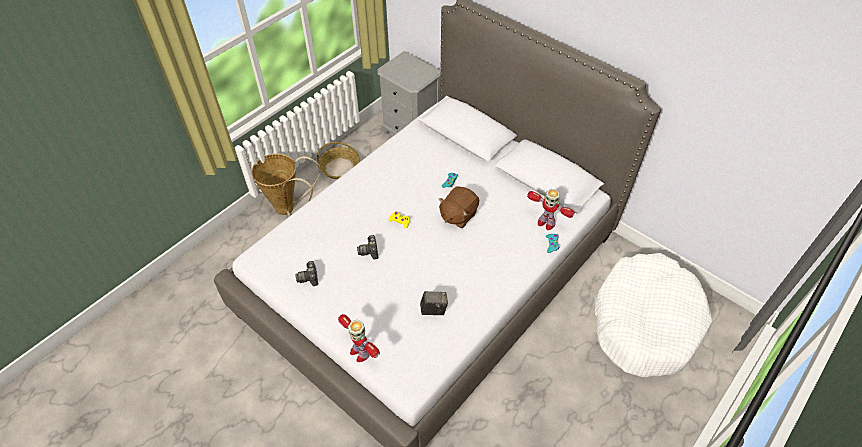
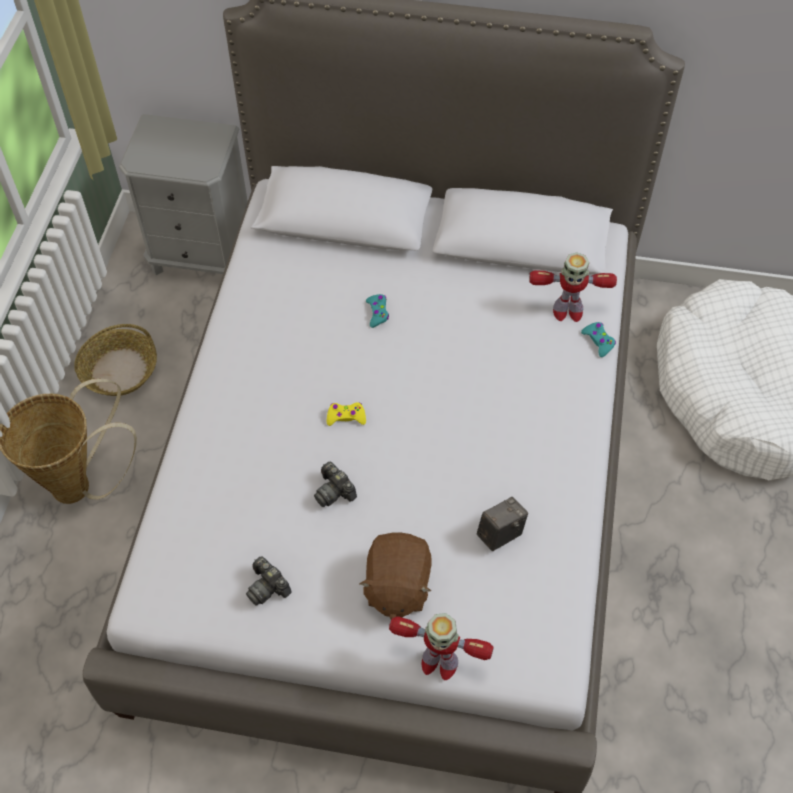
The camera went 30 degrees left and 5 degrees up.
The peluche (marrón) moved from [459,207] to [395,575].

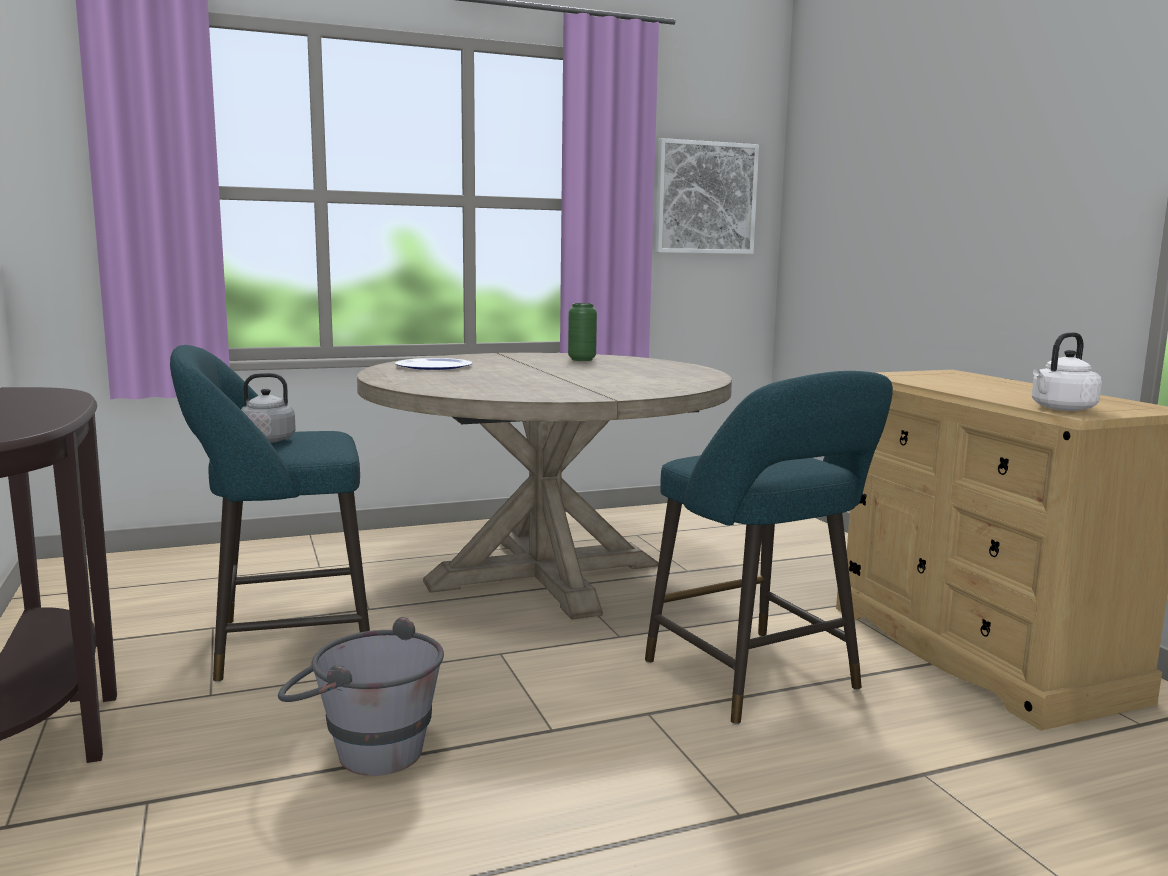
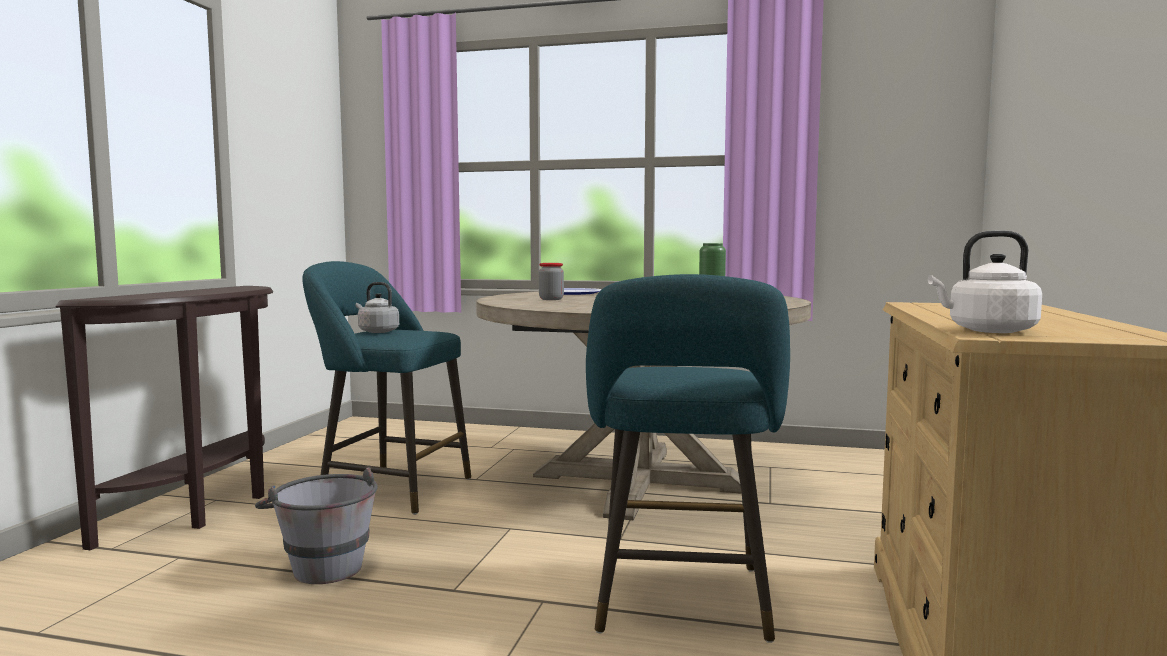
The camera went 35 degrees right and 5 degrees down.
The cuadro at [707,196] disappeared.
The tarro at [551,281] appeared.

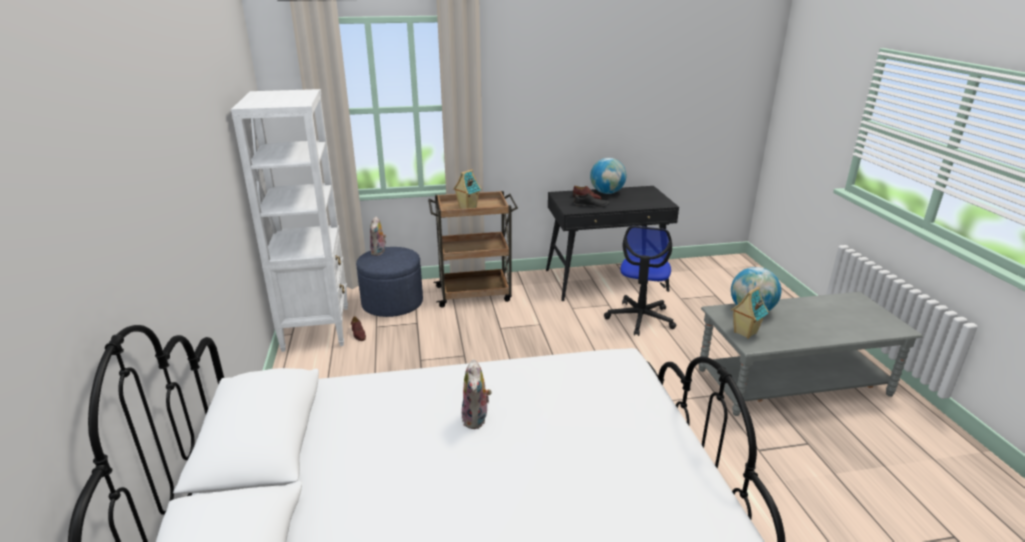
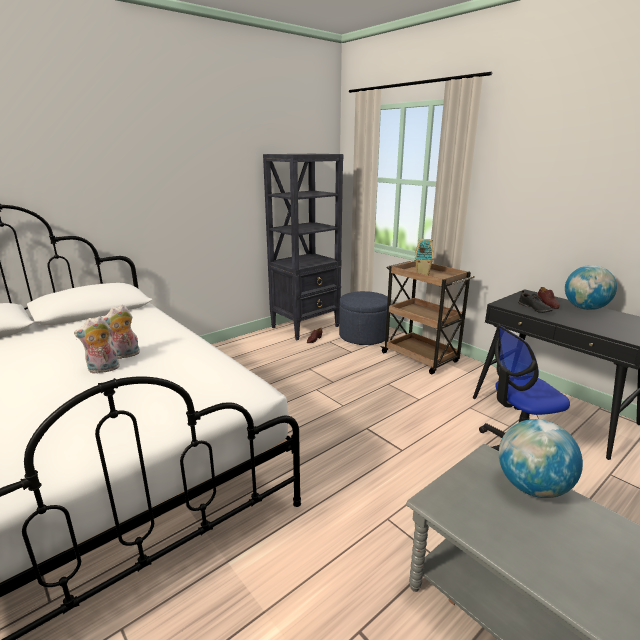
The camera went 60 degrees right and 5 degrees down.
The casita at [750,312] disappeared.
The peluche moved from [378,236] to [97,345].
The estantería (blanco) at [289,220] became the estantería (negro) at [303,247].

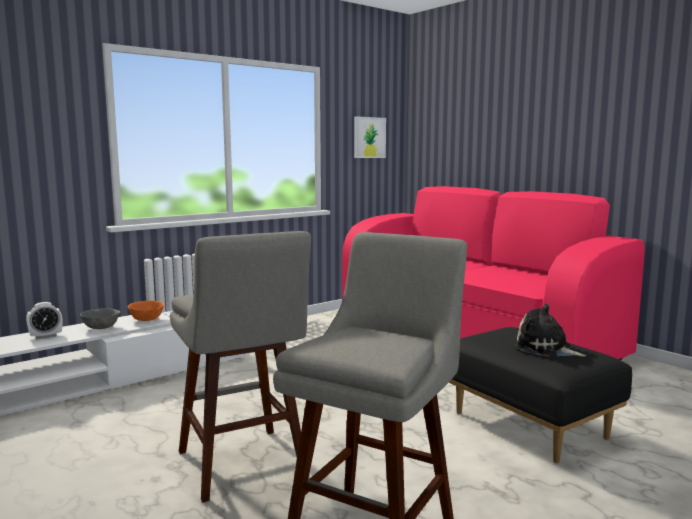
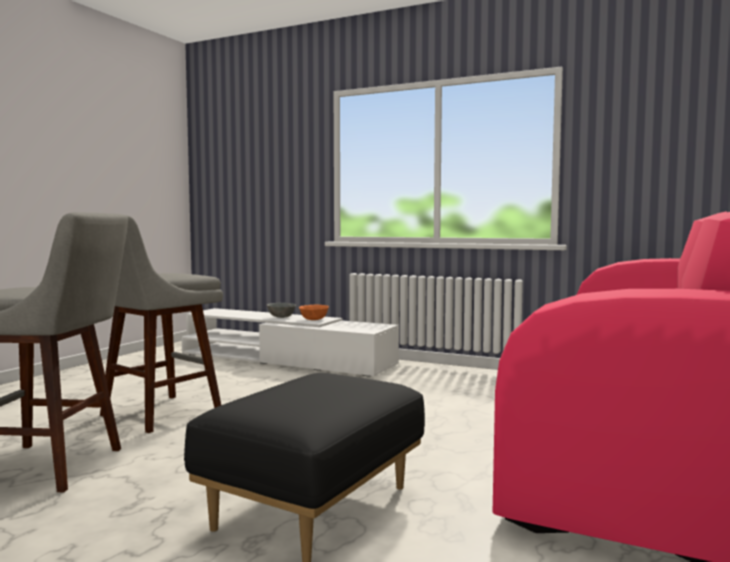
The camera went 65 degrees right and 5 degrees down.
The despertador at [44,320] disappeared.
The cuadro at [370,137] disappeared.
The peluche at [550,330] disappeared.

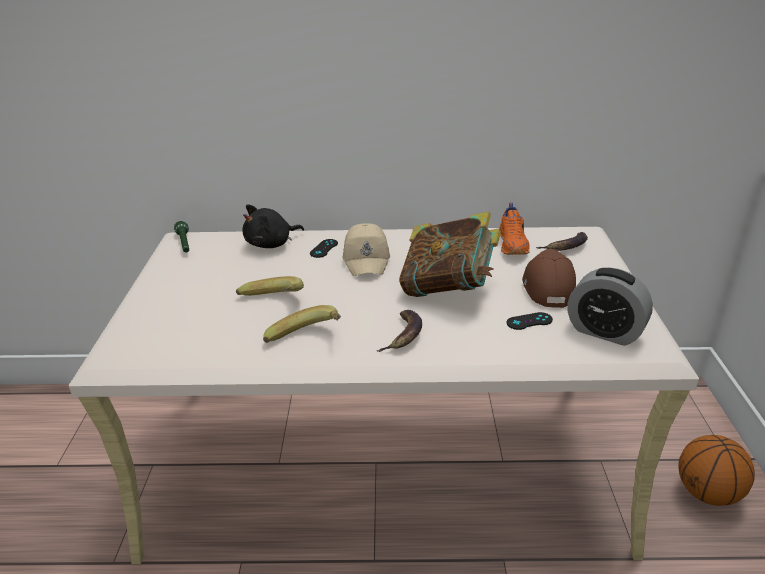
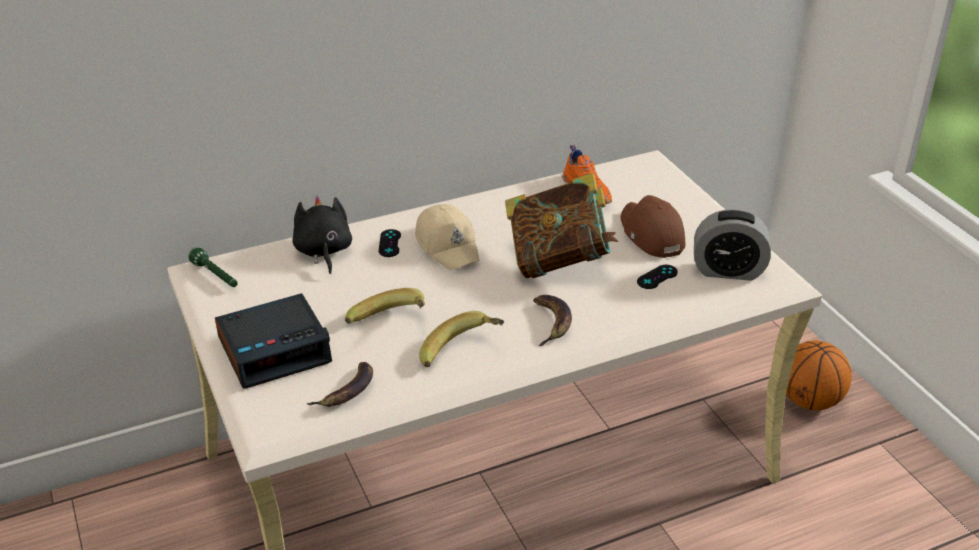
The camera went 25 degrees left and 5 degrees up.
The despertador at [273,341] appeared.
The plátano moved from [562,241] to [339,384].
The peluche (negro) at [273,226] turned 135 degrees clockwise.

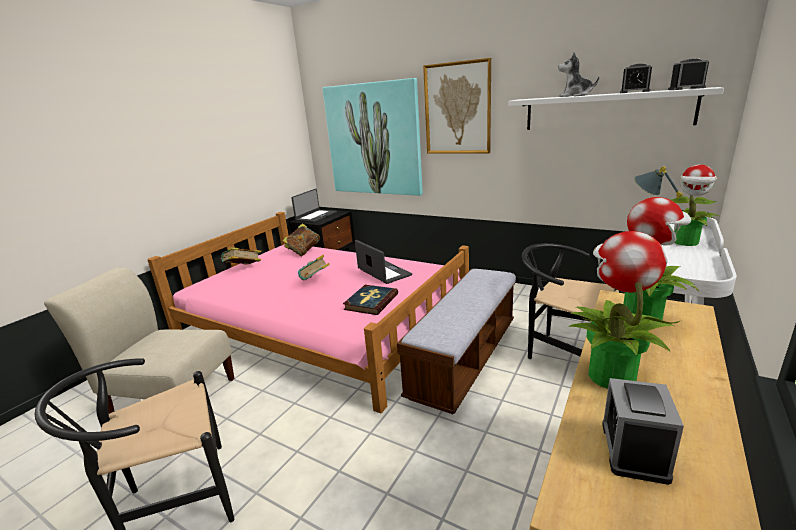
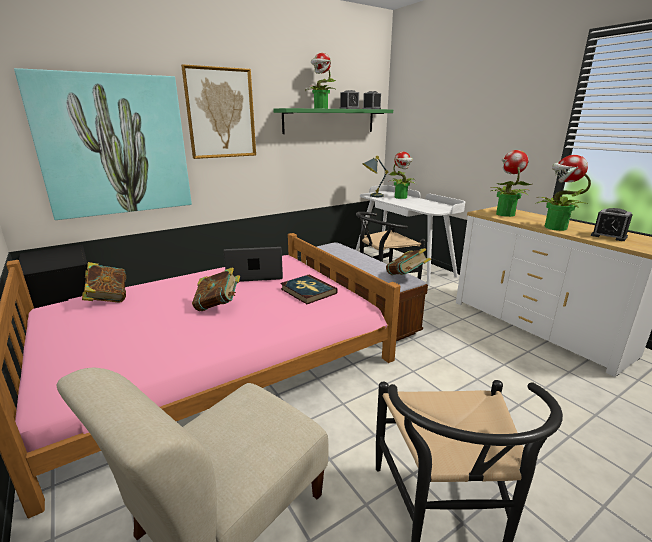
The camera went 65 degrees left and 0 degrees up.
The portátil at [314,206] disappeared.
The libro moved from [240,256] to [408,261].
The peluche at [578,74] was replaced by the planta en maceta at [321,81].
The estante (blanco) at [616,108] became the estante (verde) at [333,121].

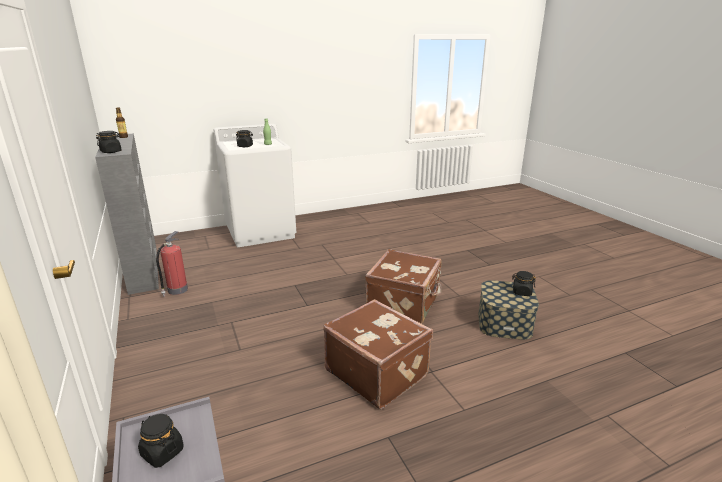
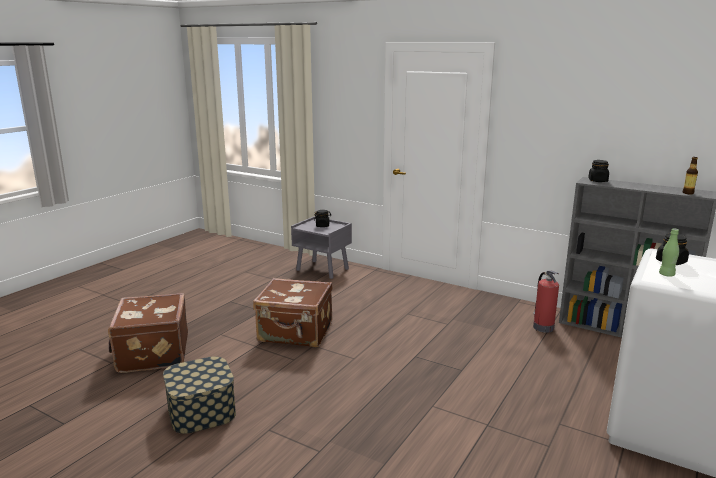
The camera went 145 degrees right and 5 degrees down.
The tarro (negro) at [524,283] disappeared.
The maleta (marrón) moved from [403,286] to [148,333].

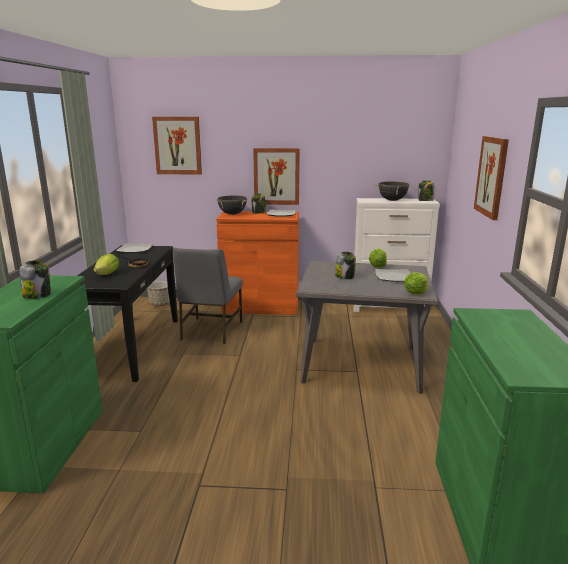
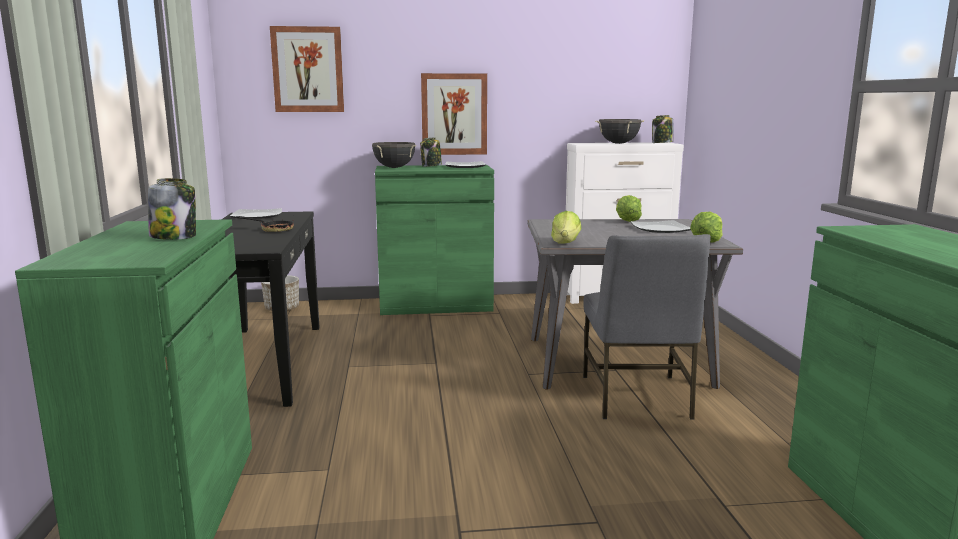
The camera went 10 degrees left and 5 degrees down.
The tarro at [345,265] disappeared.
The cuadro at [491,178] disappeared.
The lechuga moved from [106,264] to [566,227].
The silla (gris) moved from [208,296] to [647,327].
The armario (naranja) at [257,263] became the armario (verde) at [434,240].

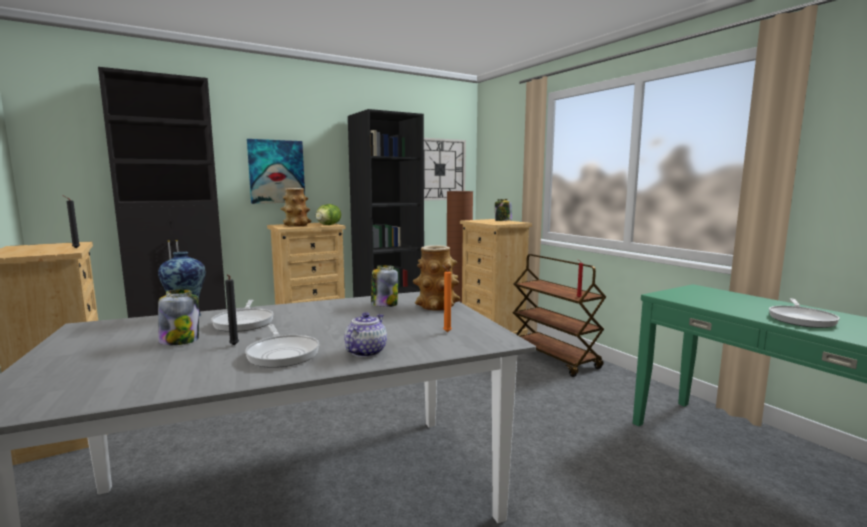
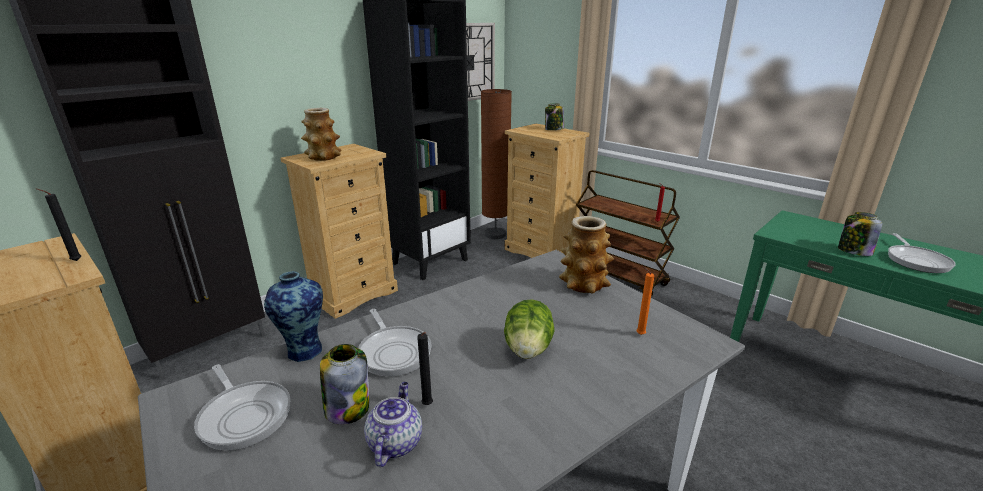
The camera went 15 degrees left and 15 degrees up.
The cuadro at [276,171] disappeared.
The sartén moved from [282,346] to [242,407].
The lechuga moved from [328,214] to [529,329].
The tetera moved from [365,334] to [393,424].
The tarro moved from [384,286] to [860,234].

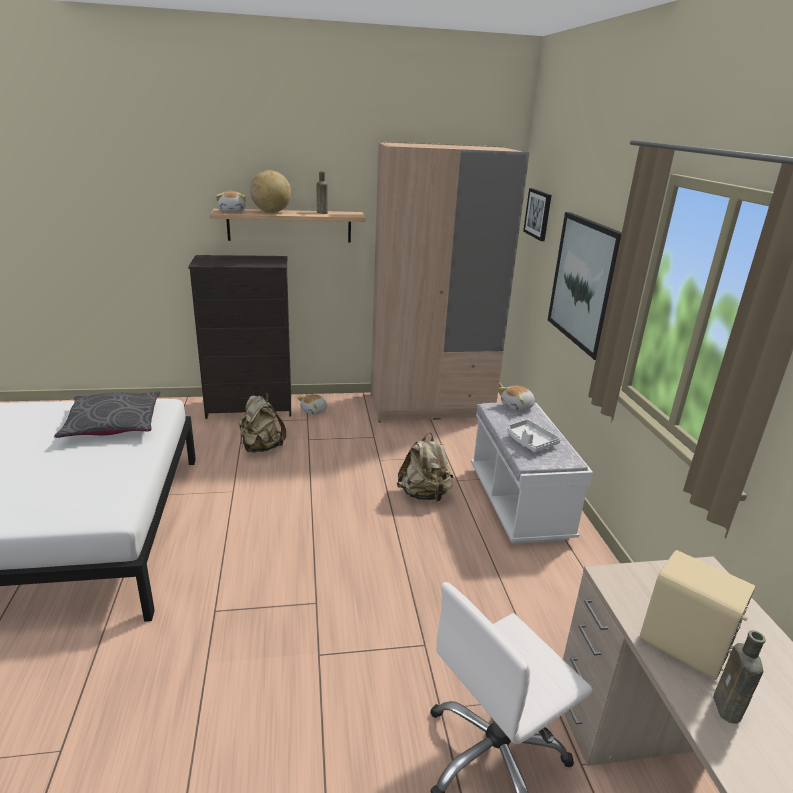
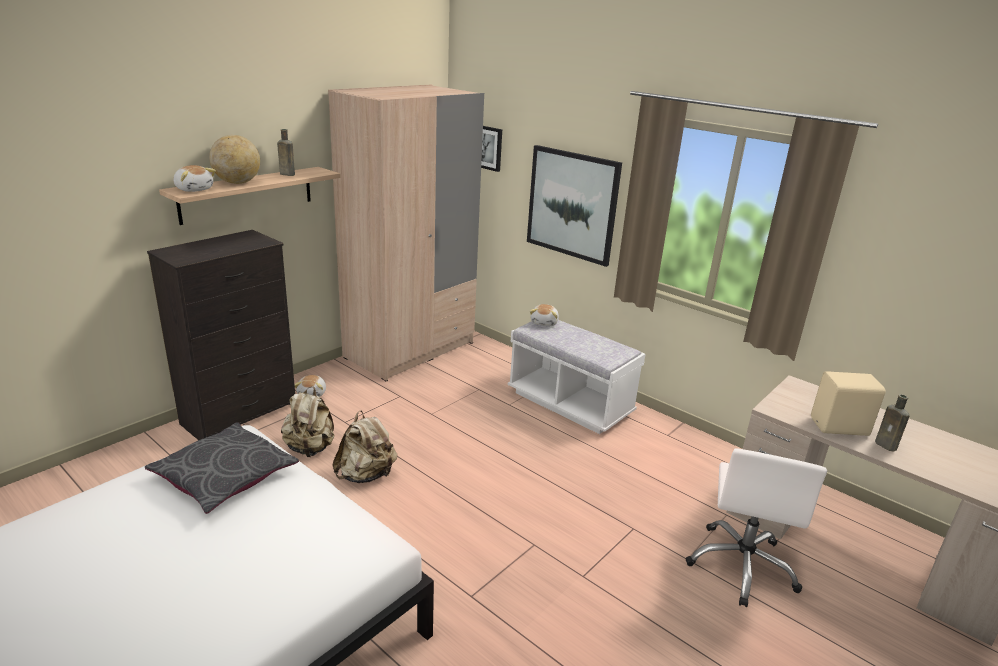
The camera went 40 degrees left and 0 degrees up.
The bandeja (blanco) at [534,435] disappeared.
The mochila (beis) moved from [425,467] to [364,446].

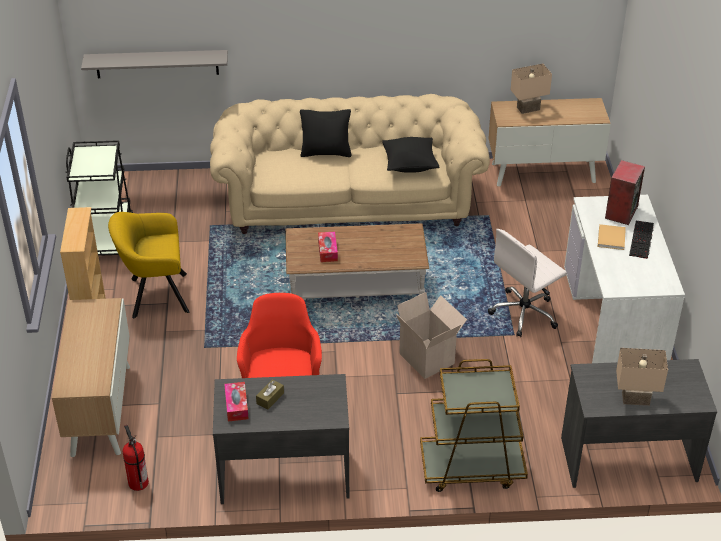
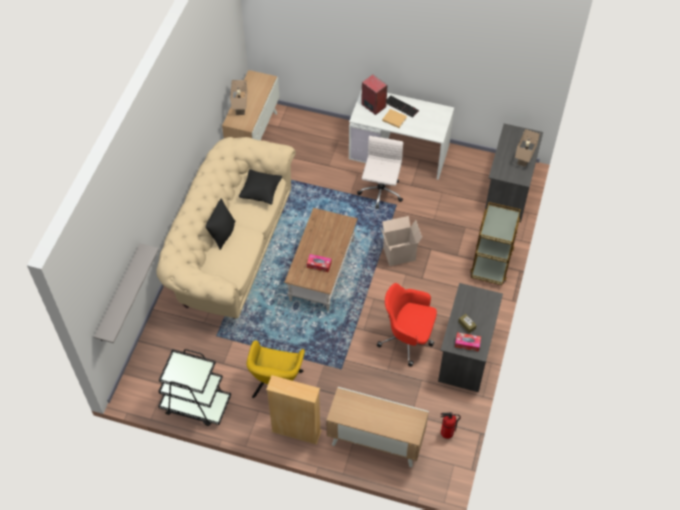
The camera went 70 degrees left and 15 degrees up.
The silla de oficina (blanco) at [527,283] turned 150 degrees counterclockwise.

